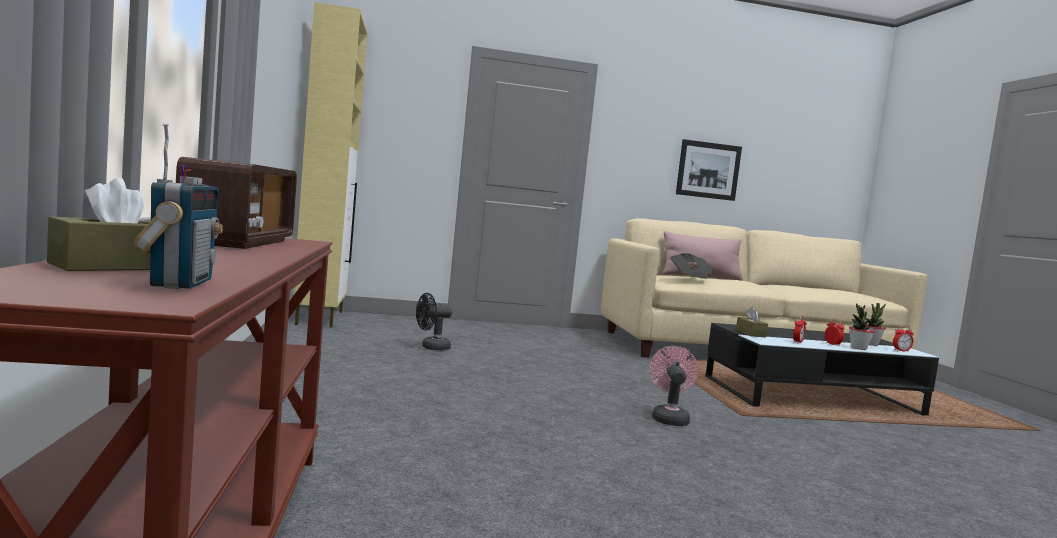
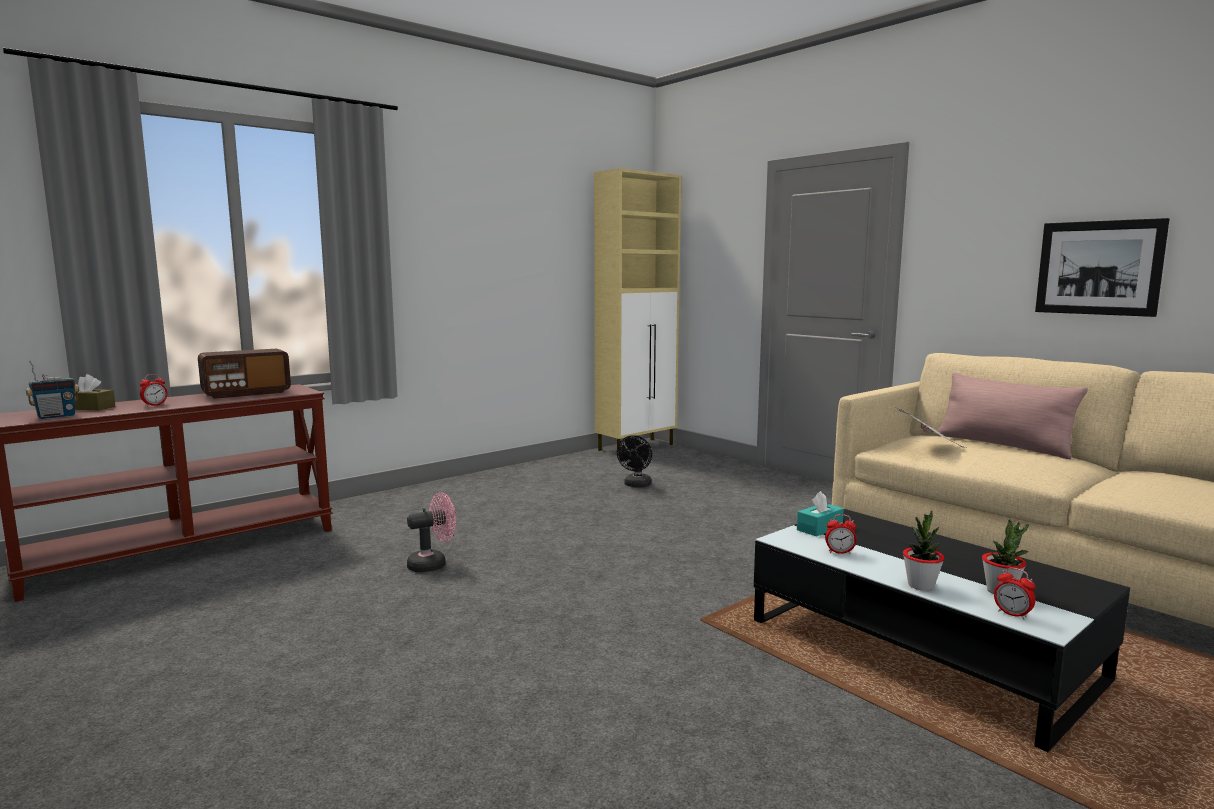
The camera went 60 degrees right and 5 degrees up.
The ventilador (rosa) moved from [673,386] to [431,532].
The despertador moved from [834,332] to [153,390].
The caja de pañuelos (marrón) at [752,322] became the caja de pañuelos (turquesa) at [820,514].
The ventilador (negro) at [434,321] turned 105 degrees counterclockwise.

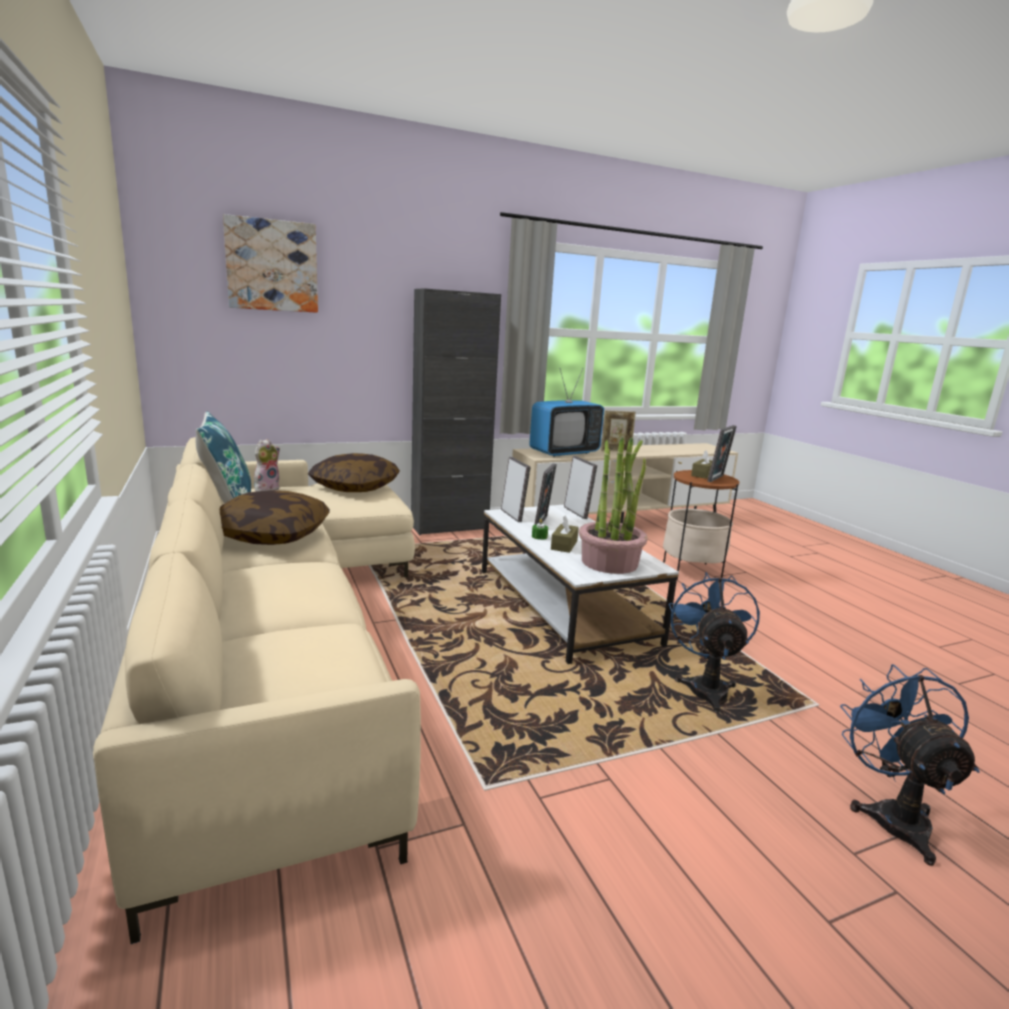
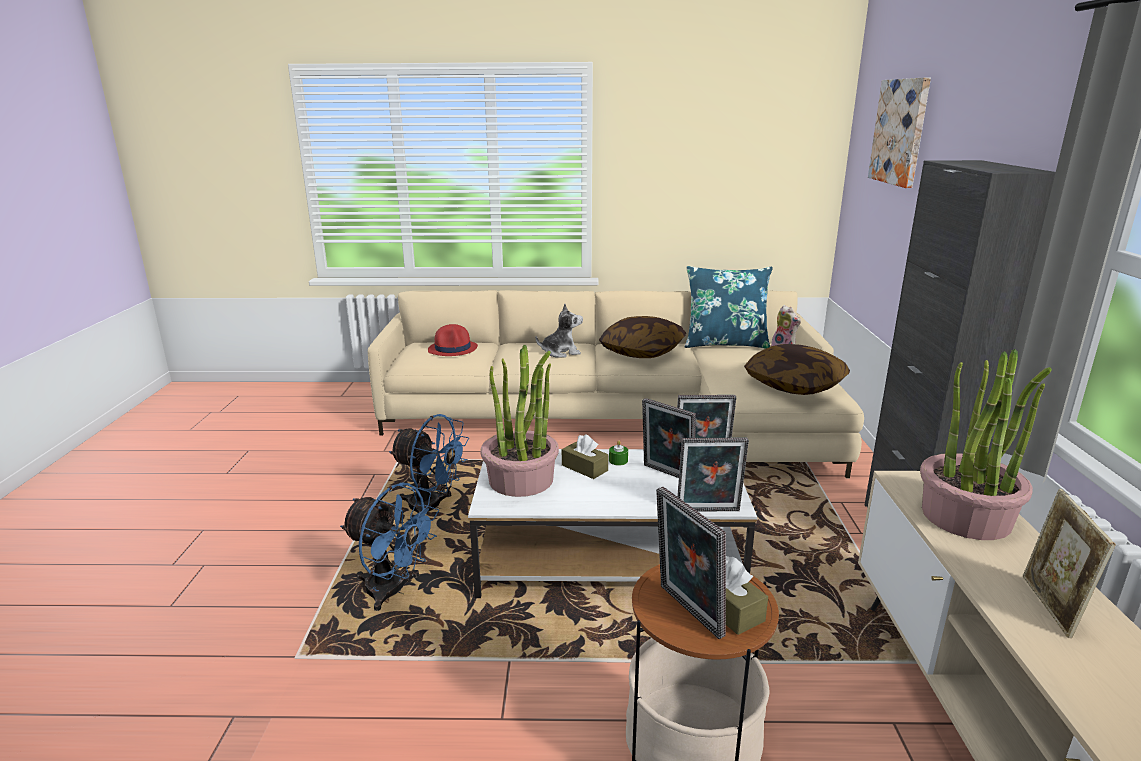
The camera went 115 degrees right and 5 degrees up.
The sombrero (rojo) at [453,340] appeared.
The peluche at [559,331] appeared.
The ventilador (azul) moved from [910,765] to [429,464].
The televisor at [566,413] was replaced by the planta en maceta at [986,444].

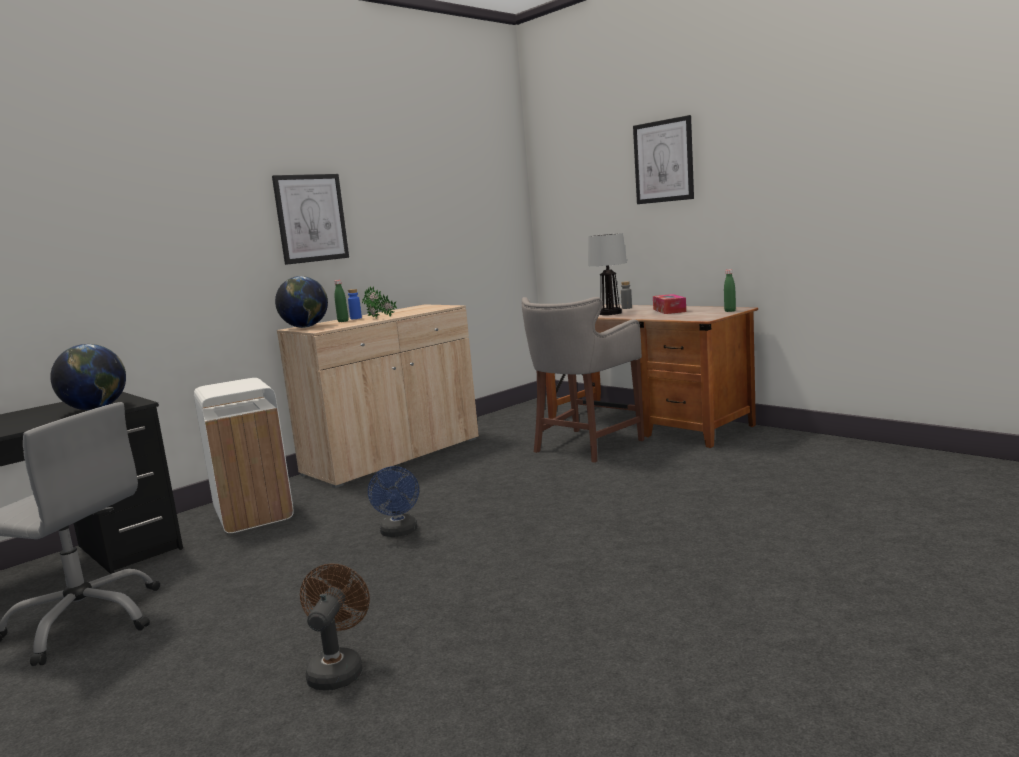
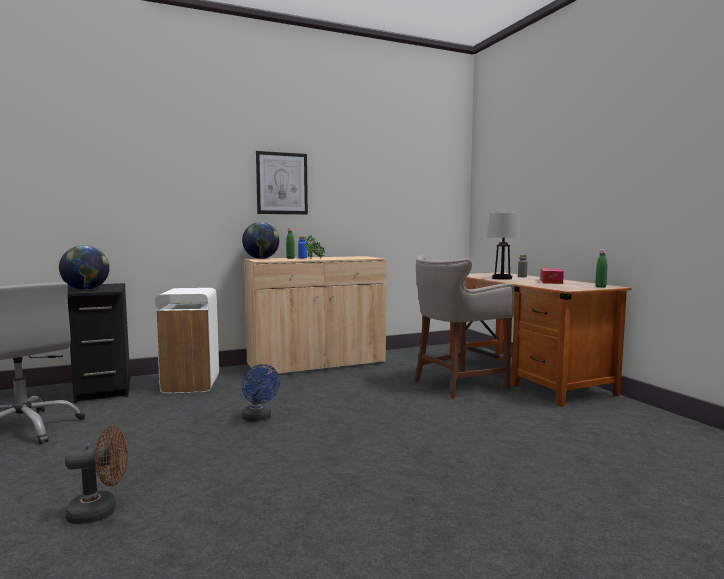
The camera went 20 degrees right and 5 degrees down.
The cuadro at [663,159] disappeared.
The ventilador (marrón) at [335,626] turned 45 degrees clockwise.
The ventilador (azul) at [393,501] turned 45 degrees counterclockwise.

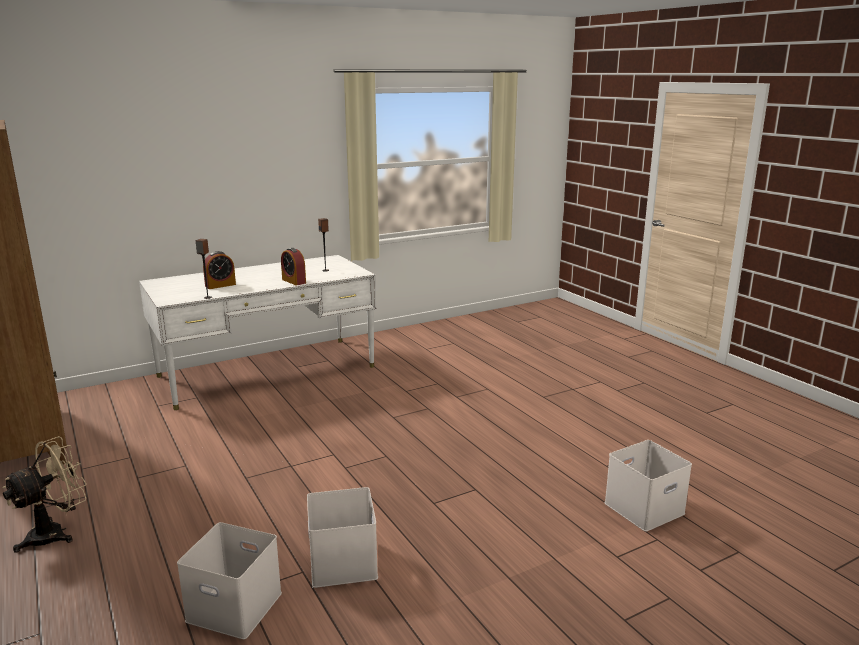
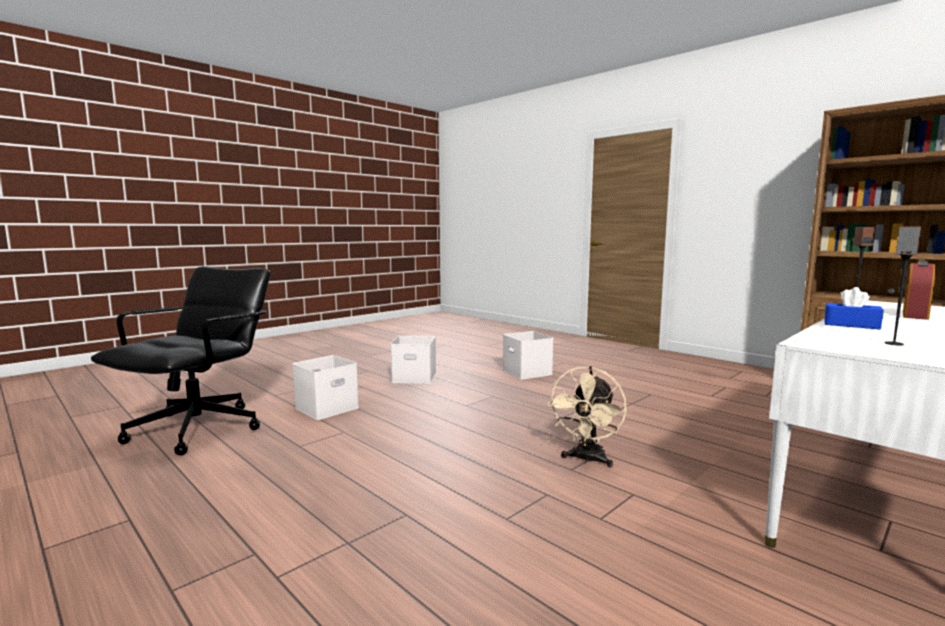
The camera went 165 degrees right and 10 degrees down.
The silla de oficina (negro) at [180,360] appeared.
The ventilador (beis) moved from [44,494] to [587,417].
The caja de almacenaje (blanco) moved from [229,580] to [413,360].
The despertador at [293,267] was replaced by the caja de pañuelos (azul) at [854,308].

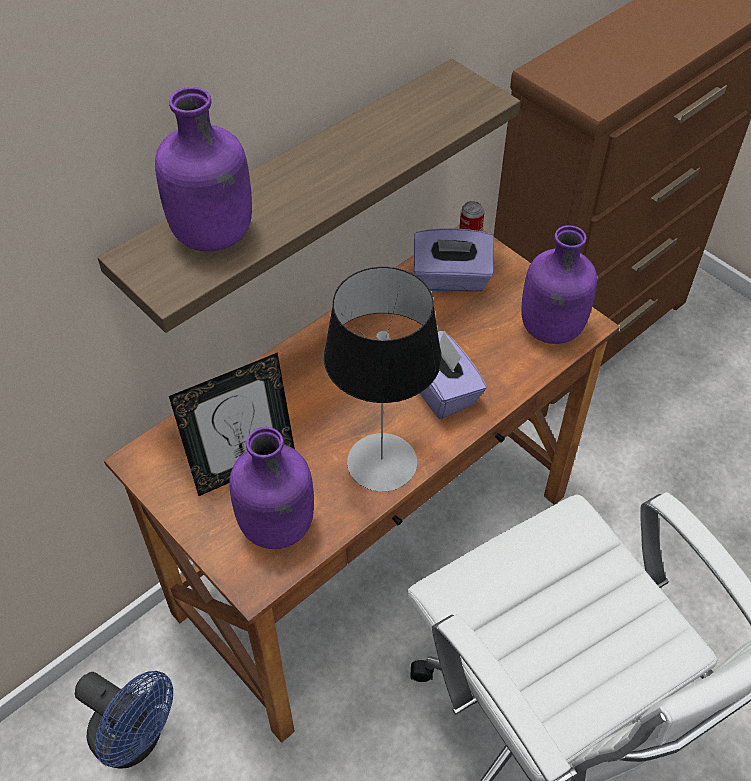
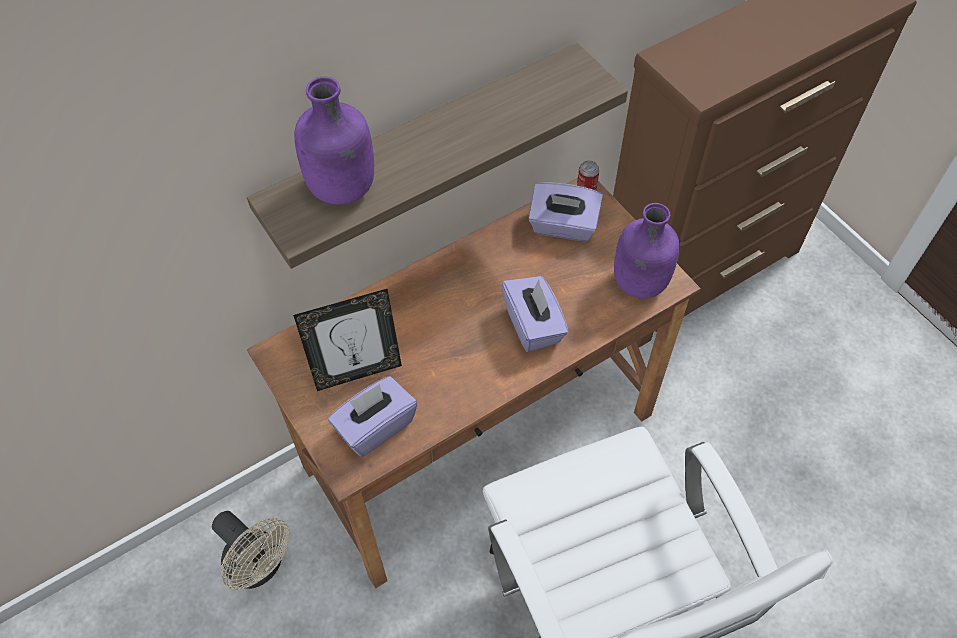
The camera went 10 degrees right and 5 degrees up.
The lámpara de mesa at [383,379] disappeared.
The botella (morado) at [271,488] was replaced by the caja de pañuelos (morado) at [372,416].
The ventilador (azul) at [124,720] became the ventilador (beis) at [251,550].

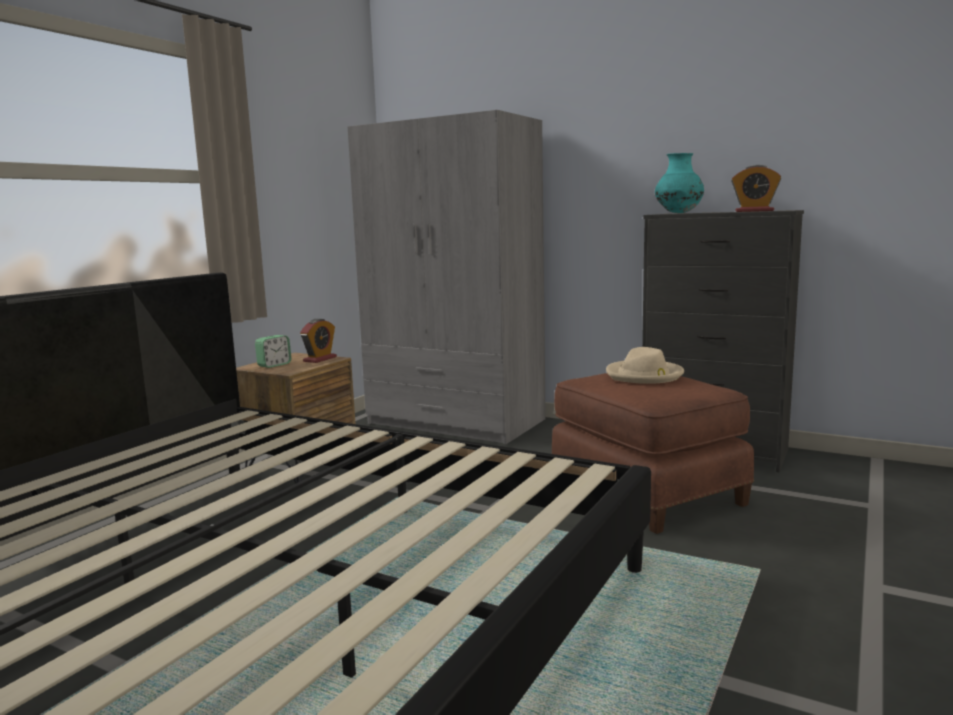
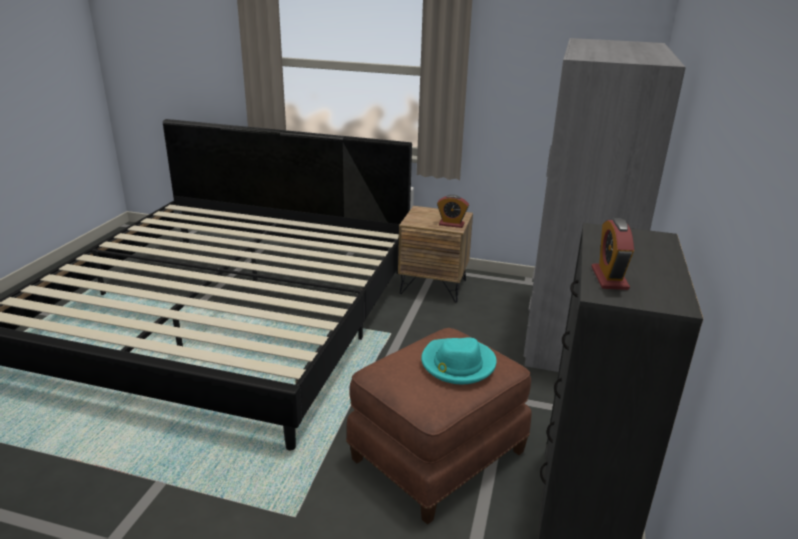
The camera went 75 degrees right and 15 degrees up.
The despertador at [273,351] disappeared.
The florero (turquesa) at [679,183] disappeared.
The sombrero (beis) at [645,365] became the sombrero (turquesa) at [459,360].

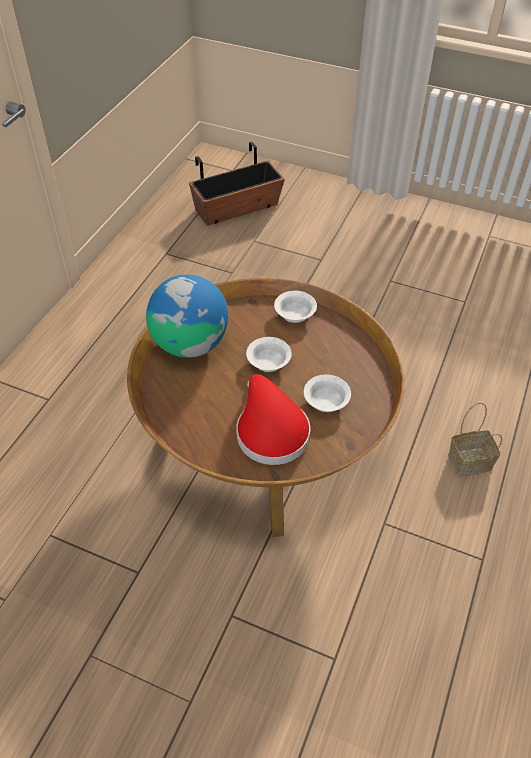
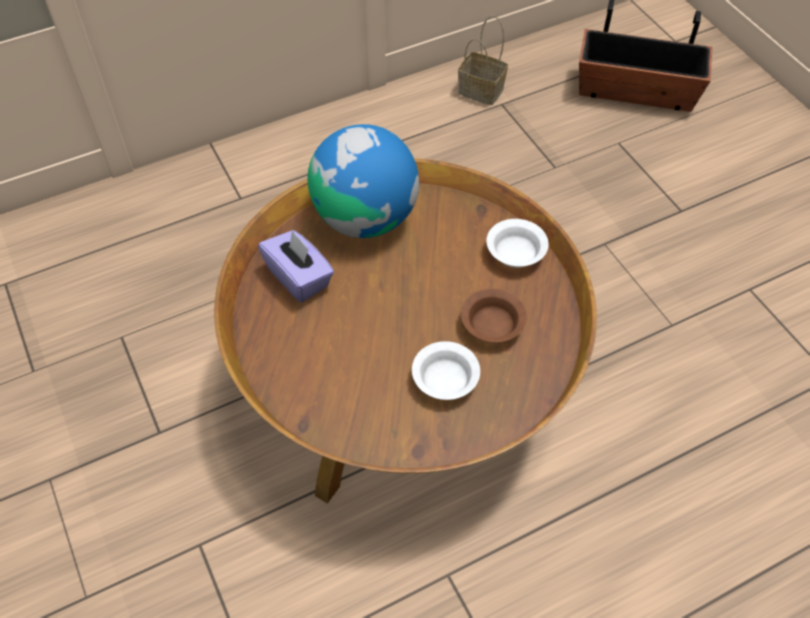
The camera went 40 degrees right and 5 degrees up.
The sombrero (rojo) at [273,419] disappeared.
The cuenco (blanco) at [269,354] disappeared.
The caja de pañuelos (morado) at [296,266] appeared.
The cuenco (marrón) at [494,315] appeared.
The cesta moved from [475,440] to [483,60].

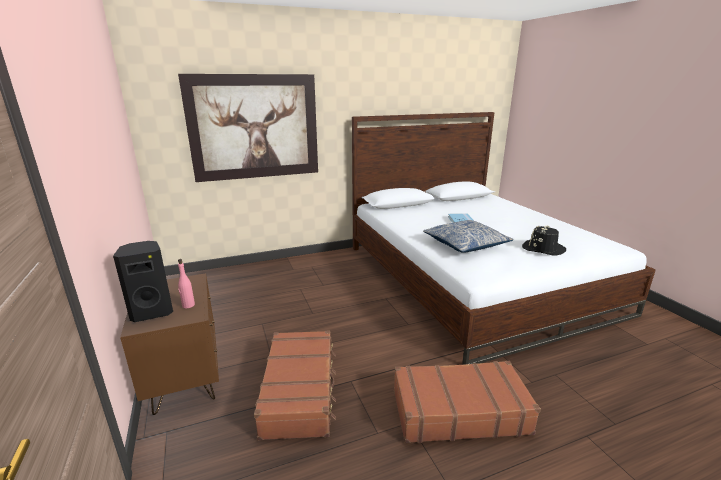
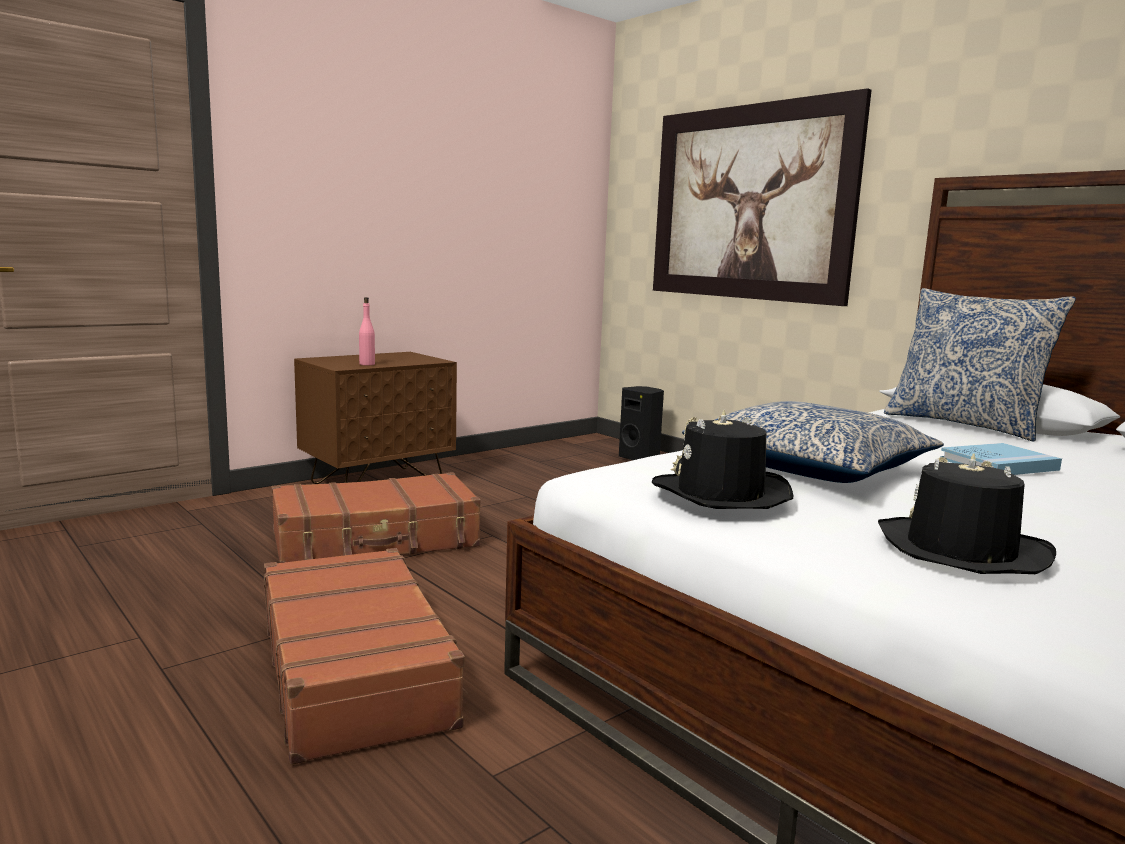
The camera went 70 degrees right and 10 degrees down.
The sombrero (negro) at [722,459] appeared.
The cojín at [980,365] appeared.
The altavoz (negro) moved from [143,281] to [641,423].

